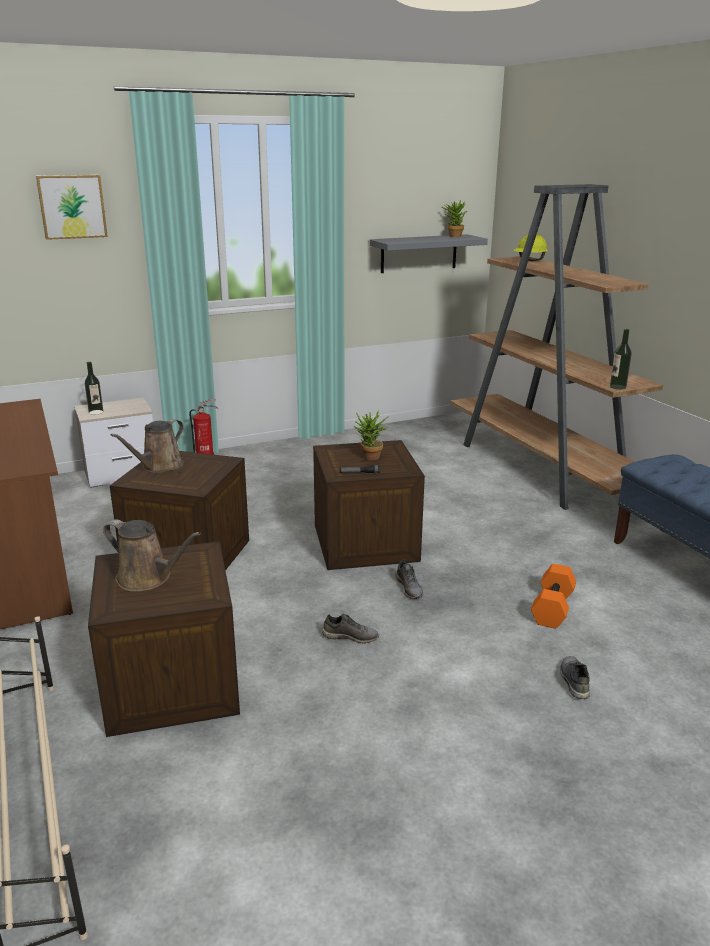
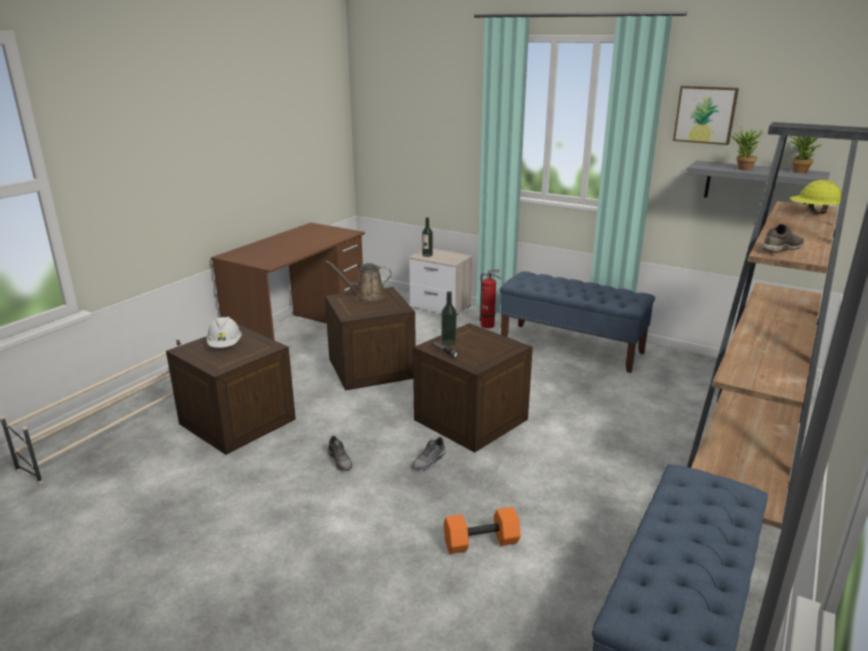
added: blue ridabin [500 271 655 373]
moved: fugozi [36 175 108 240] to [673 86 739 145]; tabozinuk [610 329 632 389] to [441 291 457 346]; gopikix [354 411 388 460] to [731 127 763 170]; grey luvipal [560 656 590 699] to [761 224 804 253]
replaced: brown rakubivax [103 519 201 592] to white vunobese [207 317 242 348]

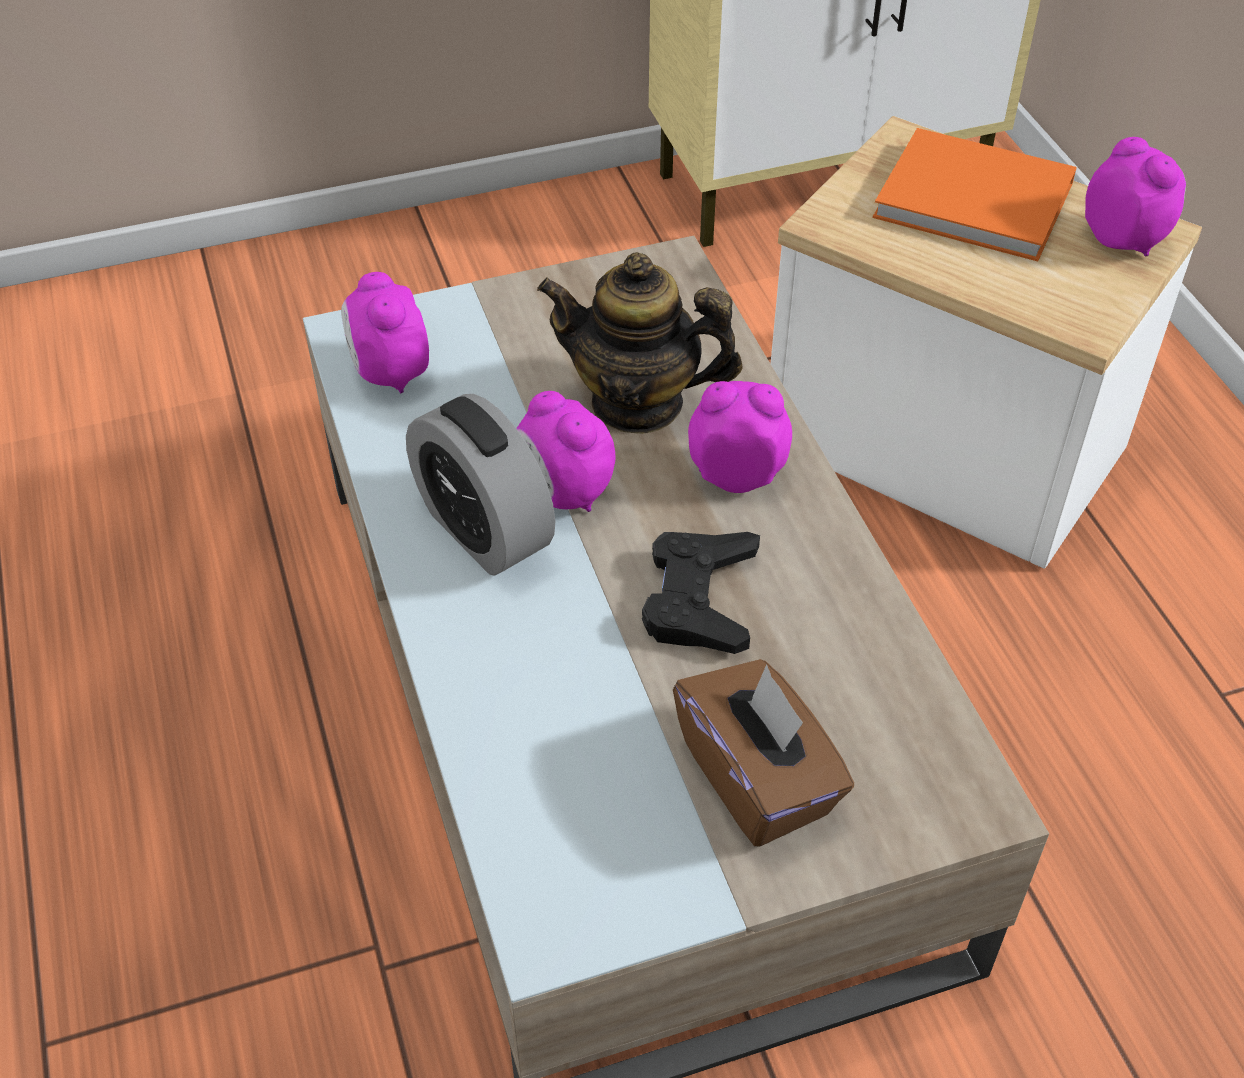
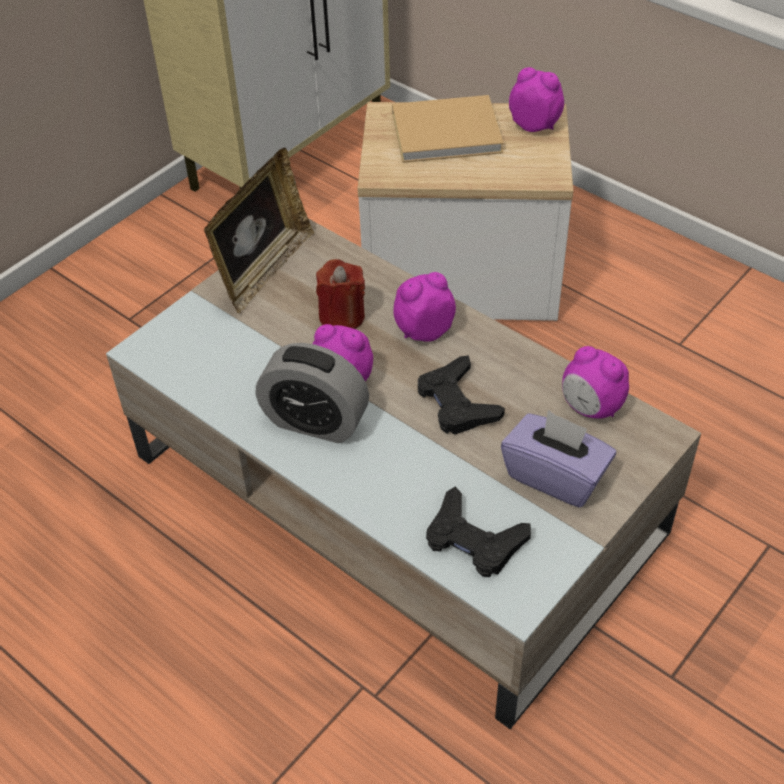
added: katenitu [204 148 314 313]; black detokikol [426 487 531 577]
moved: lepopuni [341 272 429 393] to [562 346 629 419]
replaced: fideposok [537 252 743 434] to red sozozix [316 259 365 329]
recoloured: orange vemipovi [873 128 1077 261] to beige vemipovi [392 95 504 163]; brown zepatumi [673 659 854 847] to purple zepatumi [501 410 616 508]

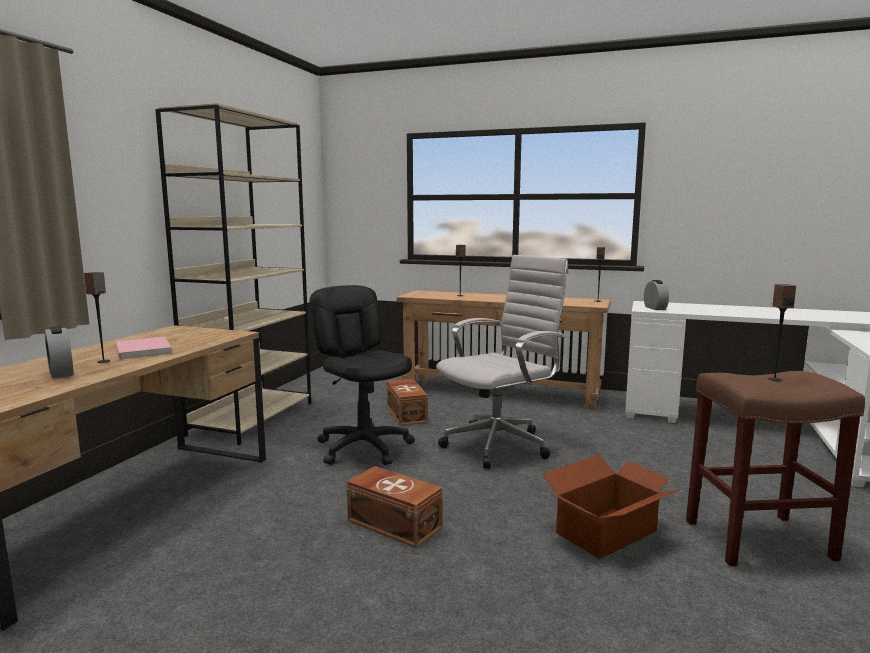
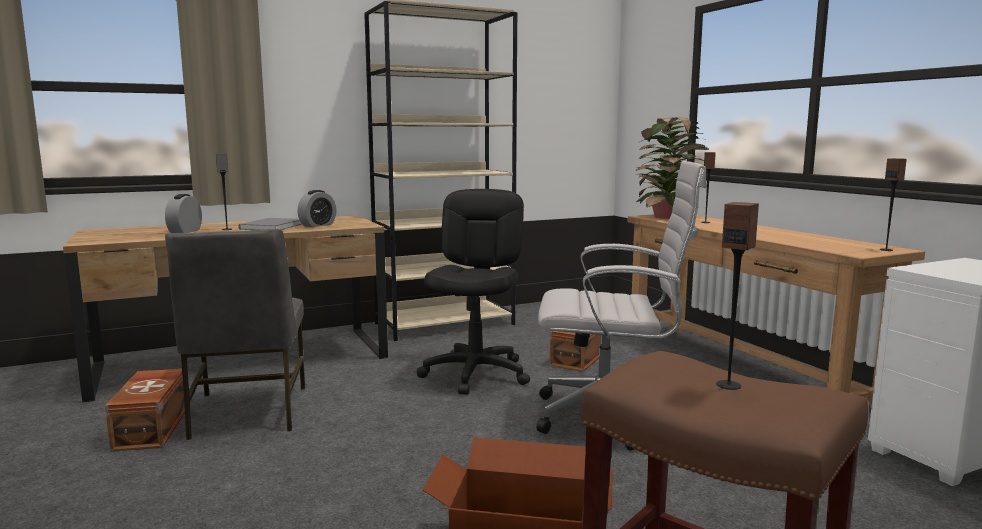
added: gopikix [635 117 710 219]; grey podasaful [165 229 305 440]
moved: lepopuni [644 280 669 310] to [297 190 337 227]; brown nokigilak [346 466 442 548] to [105 369 185 452]
recoloured: pink vemipovi [115 337 172 359] to grey vemipovi [238 218 302 230]

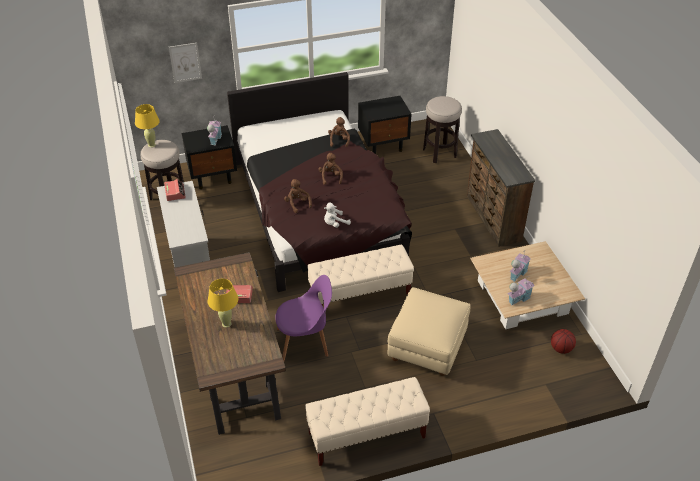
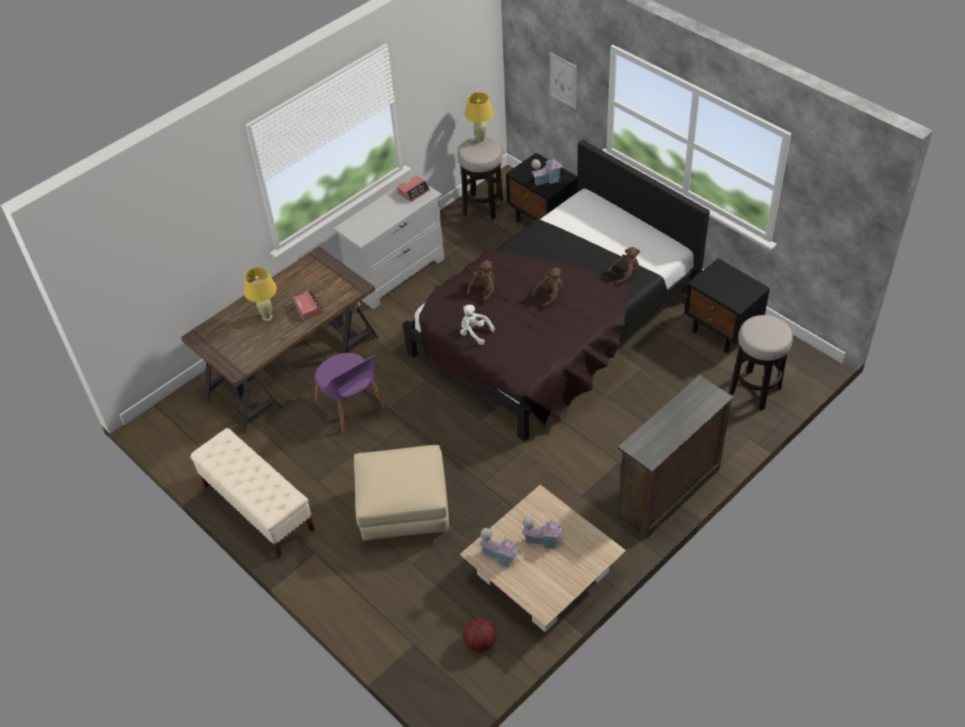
removed: beige ridabin [307 245 414 306]

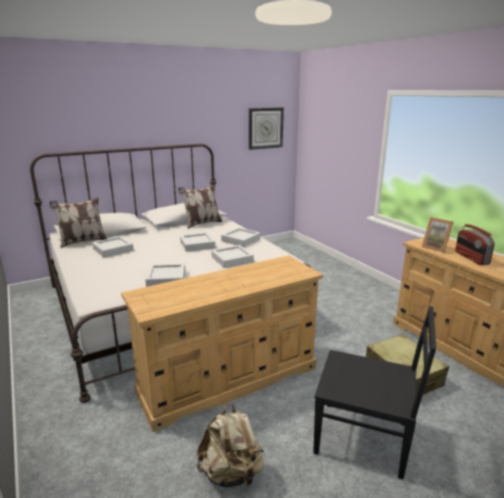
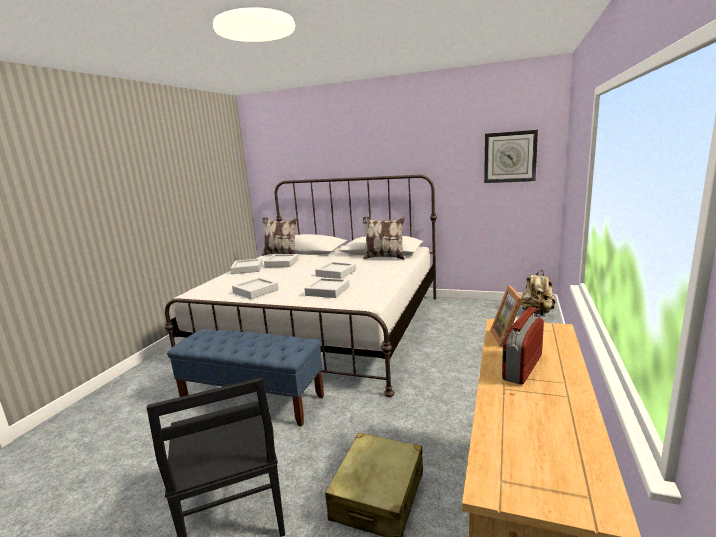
moved: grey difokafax [221 228 261 247] to [230 258 263 274]; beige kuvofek [197 403 264 488] to [521 270 555 315]
replaced: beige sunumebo [121 255 323 432] to blue ridabin [167 329 324 427]

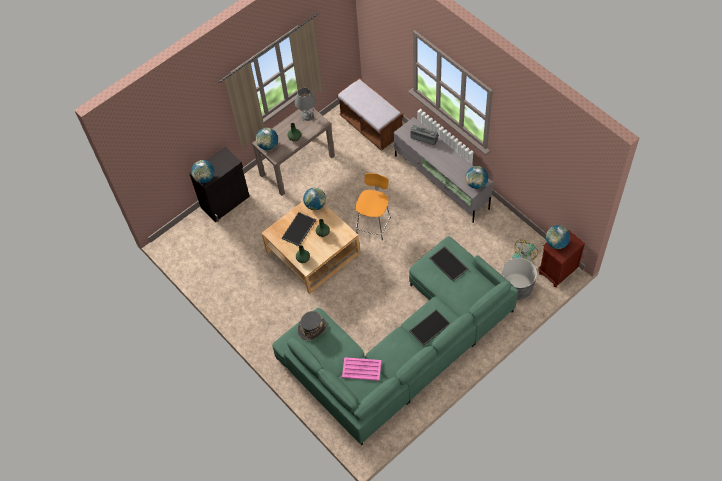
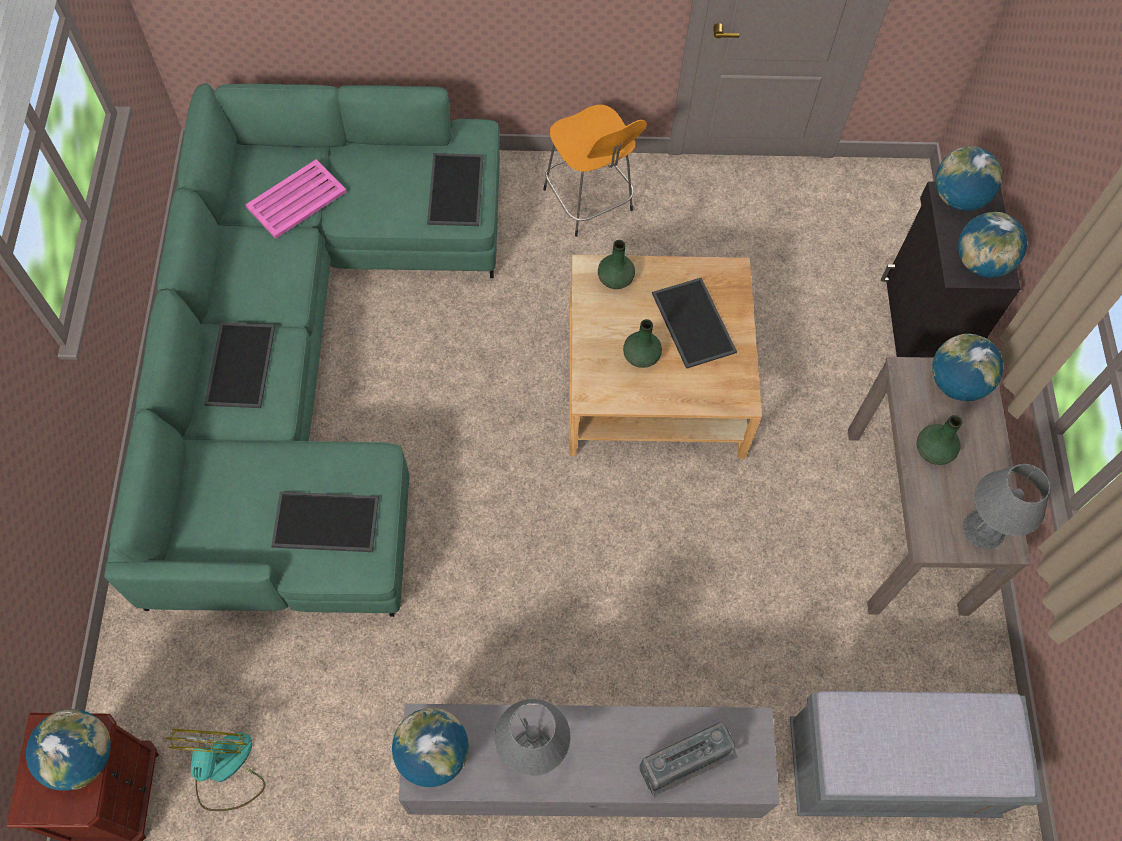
removed: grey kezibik [502 258 537 300]
added: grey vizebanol [495 699 570 776]
moved: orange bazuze [355 173 391 240] to [543 105 647 237]; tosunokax [303 188 326 210] to [958 212 1027 278]
replaced: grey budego [298 311 327 340] to difokafax [427 153 484 226]
recoloured: brown ridabin [337 78 403 151] to grey ridabin [790 691 1043 818]

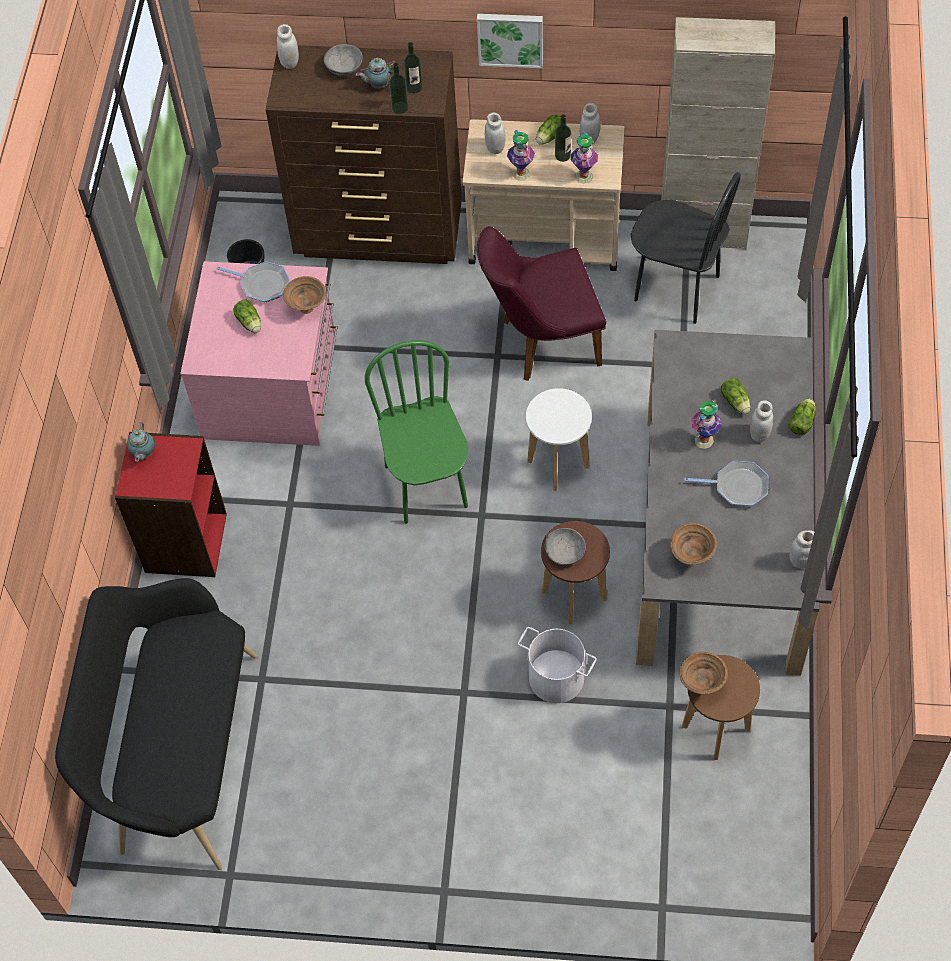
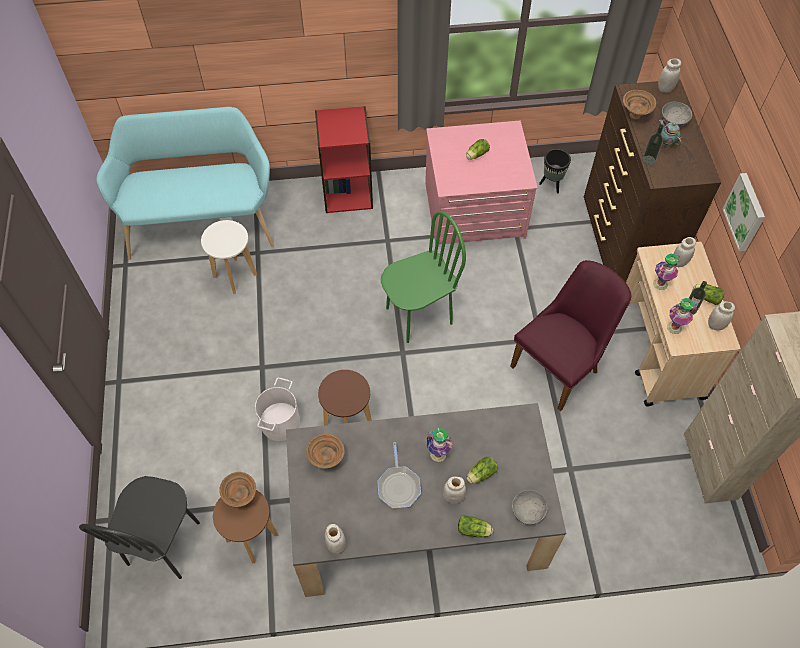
removed: tabozinuk [404 42 423 93]; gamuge [217 262 290 302]; fideposok [127 422 155 462]
moved: black podasaful [631 172 741 324] to [79 476 200 579]; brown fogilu [283 276 326 314] to [623 90 656 120]; white bazuze [526 388 592 491] to [201 220 257 294]; grey fogilu [544 528 586 565] to [512 490 548 525]
recoloured: black ridabin [55 578 257 870] to turquoise ridabin [96 107 274 260]
turned: purple podasaful [477 226 606 381] = [510 260 632 411] 75 degrees clockwise

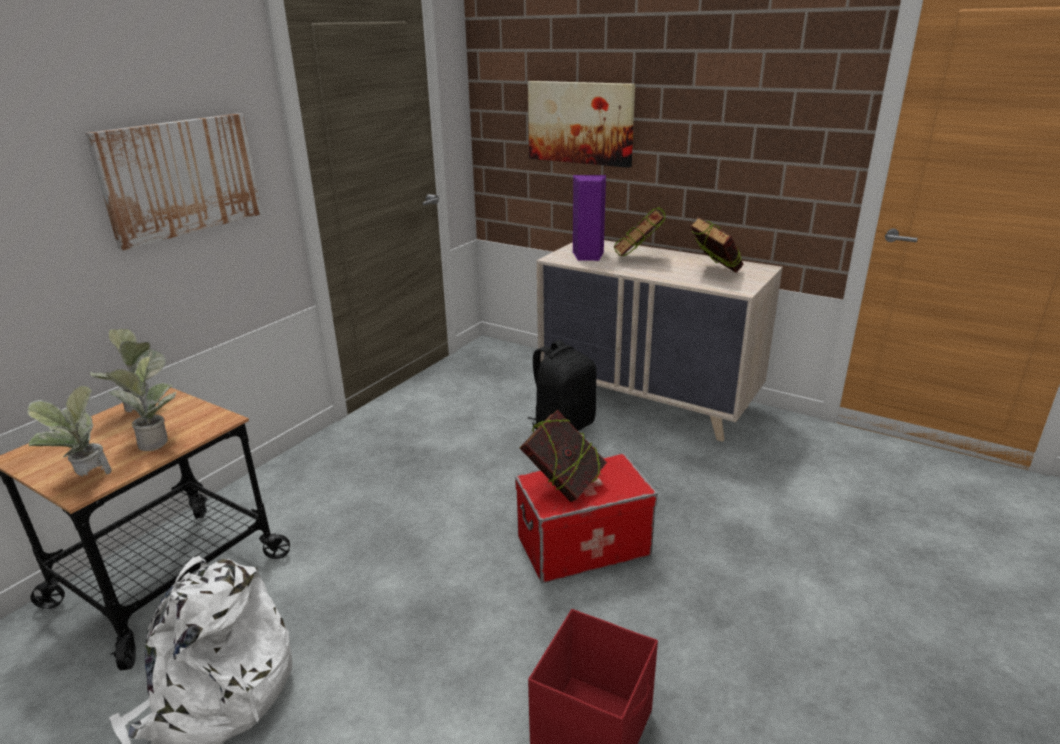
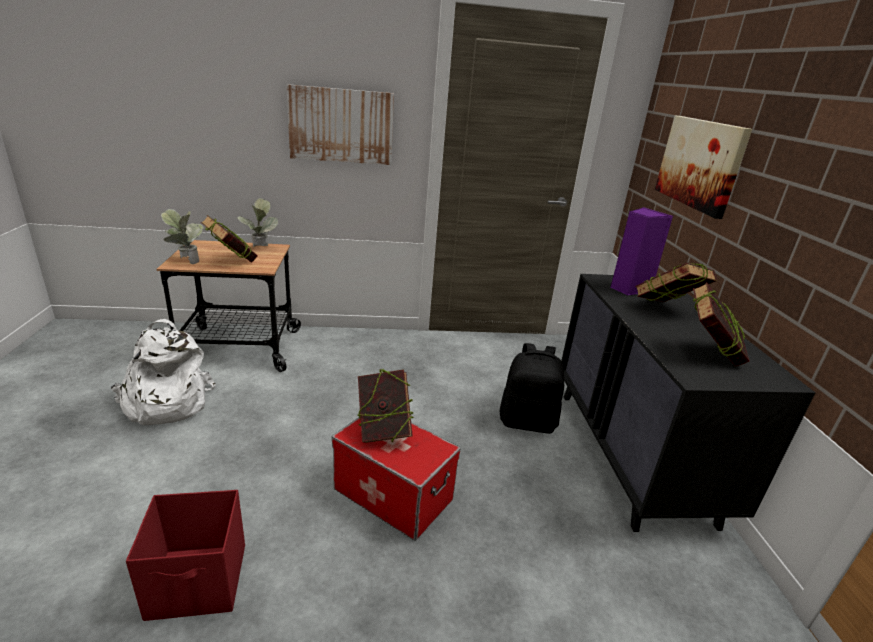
replaced: gopikix [104 355 177 451] to vemipovi [201 215 258 263]
recoloured: beige sunumebo [536 240 783 442] to black sunumebo [561 274 815 532]

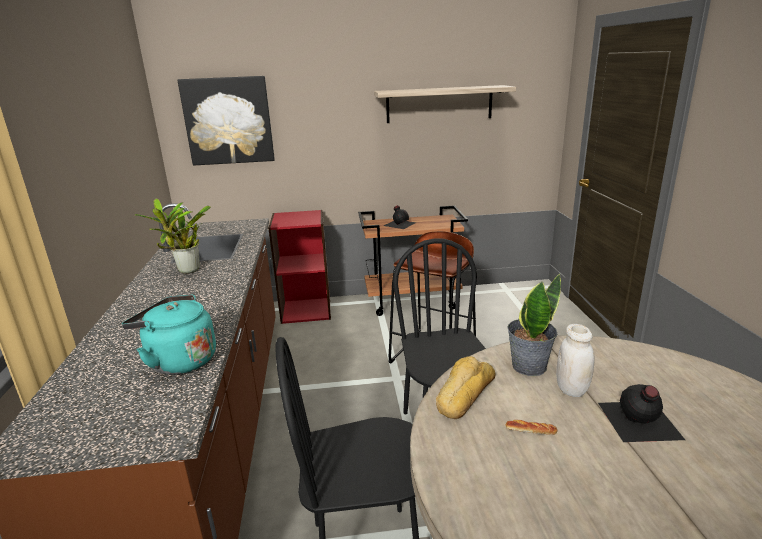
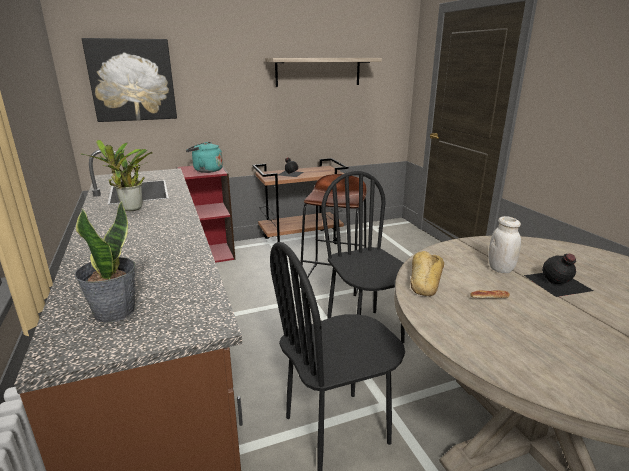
moved: gopikix [507 274 561 376] to [74 201 136 323]; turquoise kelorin [122 295 216 375] to [186 142 223 173]

